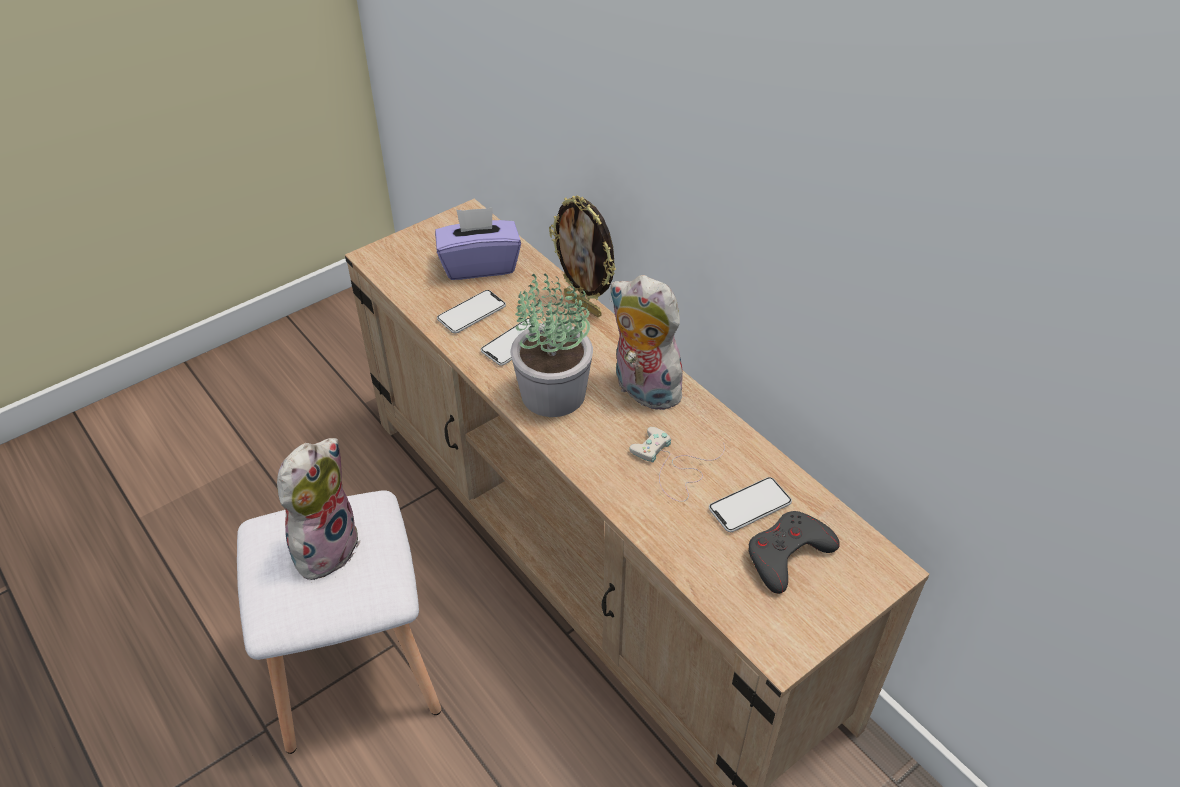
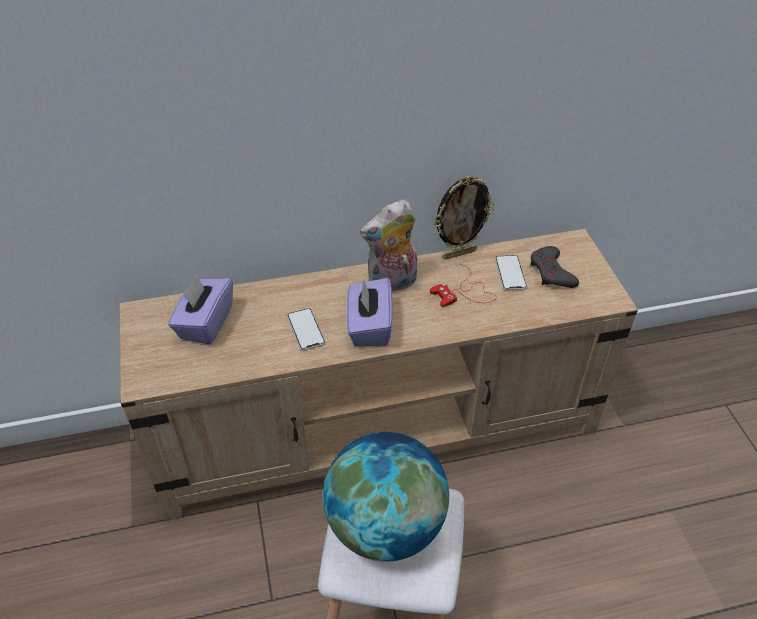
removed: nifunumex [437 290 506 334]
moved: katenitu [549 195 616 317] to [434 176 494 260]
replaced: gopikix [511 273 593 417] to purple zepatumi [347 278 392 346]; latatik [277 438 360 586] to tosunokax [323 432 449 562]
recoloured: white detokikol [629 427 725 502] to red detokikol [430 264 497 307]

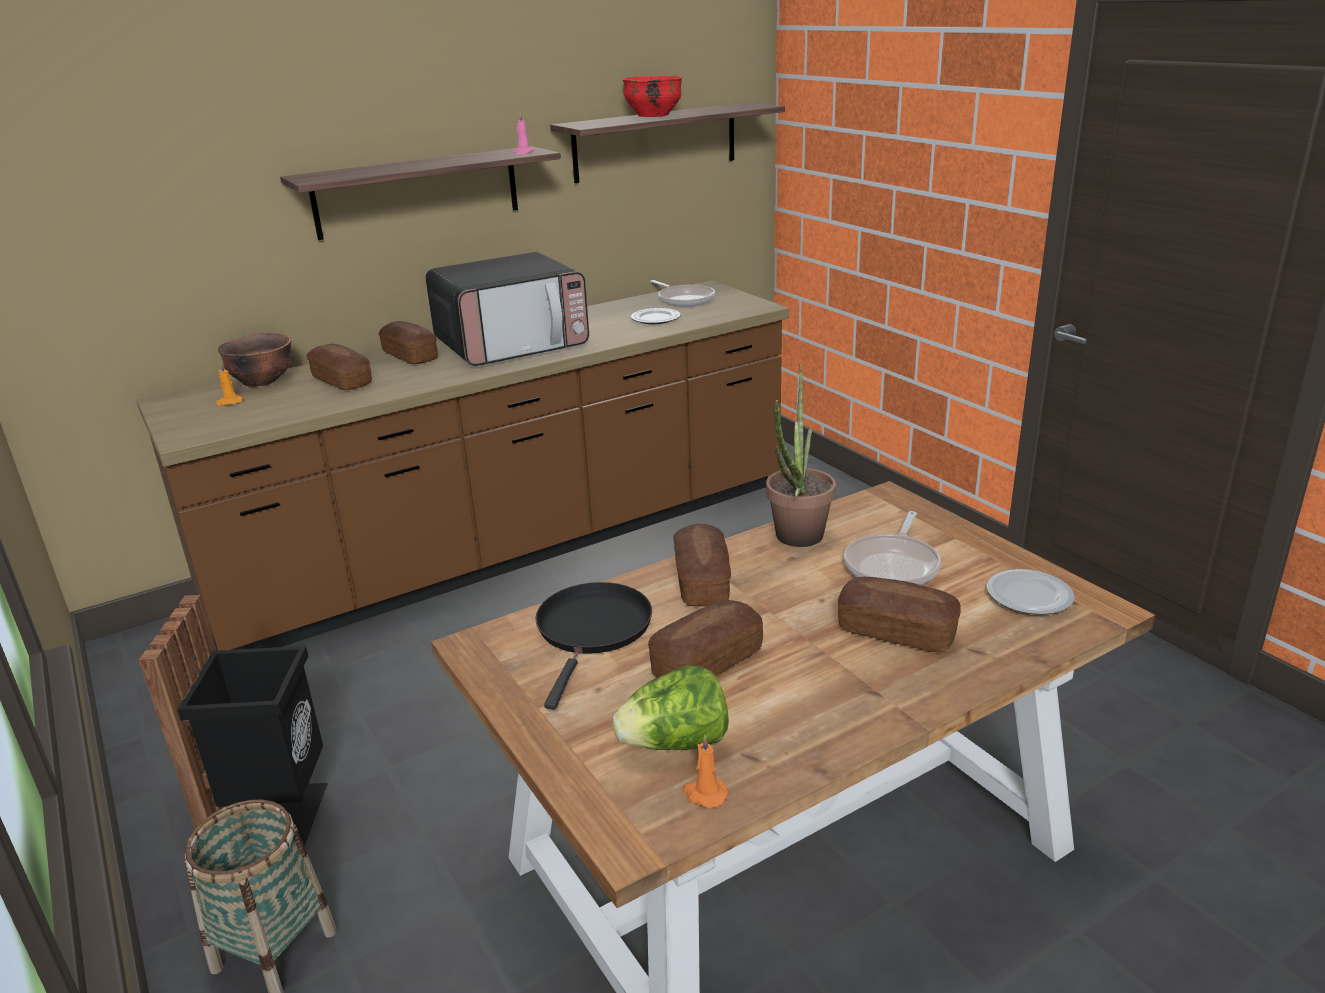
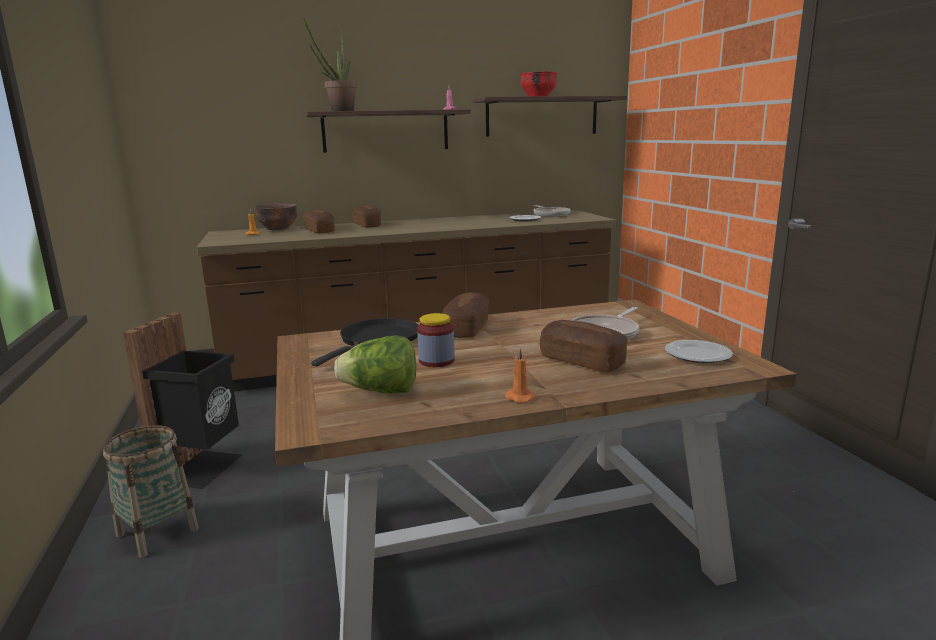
removed: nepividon [426 252 589 366]
moved: gopikix [766 364 836 547] to [303 17 357 111]; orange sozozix [683 735 729 808] to [505 348 535 403]
replaced: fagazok [648 600 763 678] to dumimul [417 313 455 367]

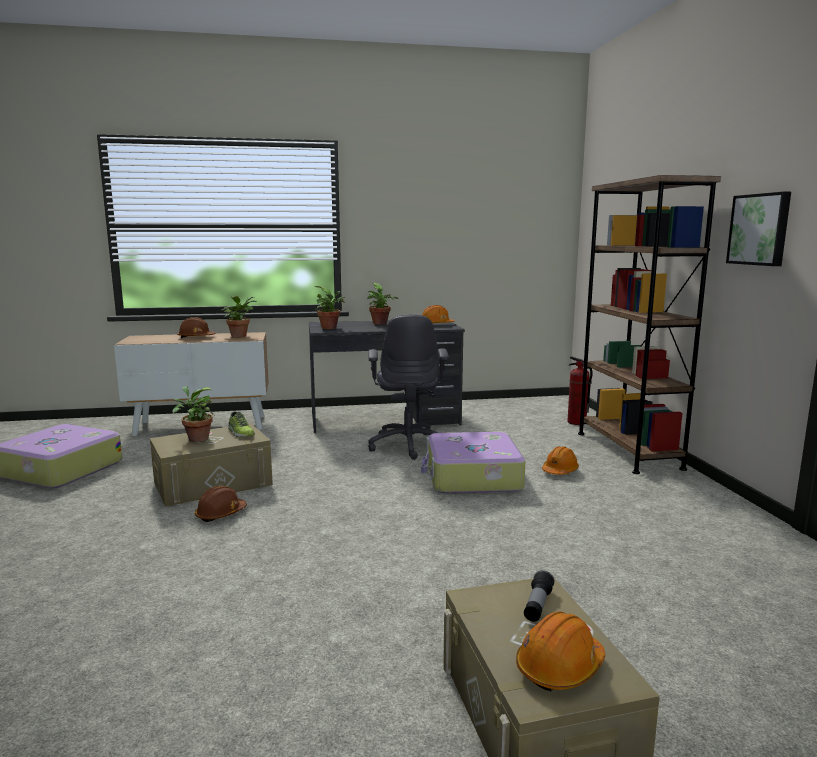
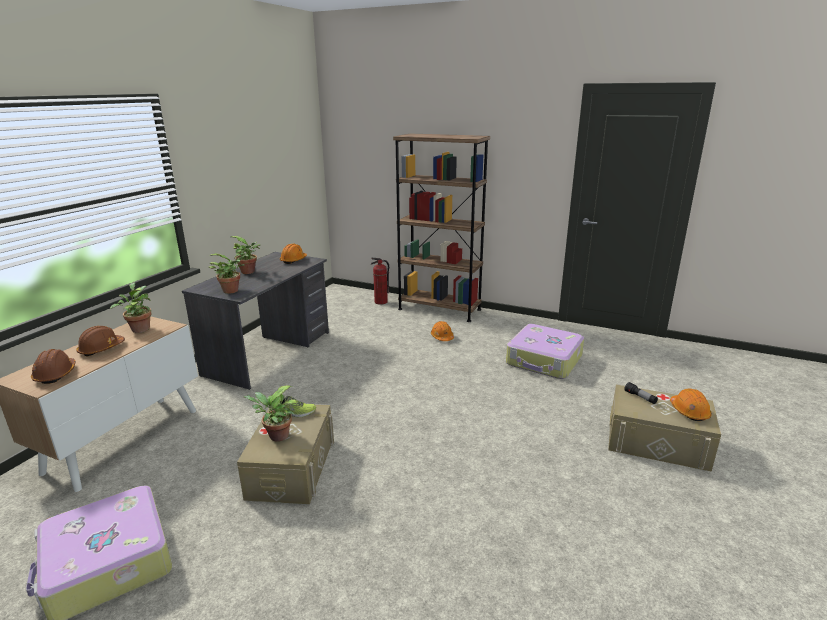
removed: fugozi [726 192 791 266]; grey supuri [368 314 449 460]
moved: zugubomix [421 432 525 494] to [506 324 584 379]; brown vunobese [195 486 247 522] to [31 349 76 384]

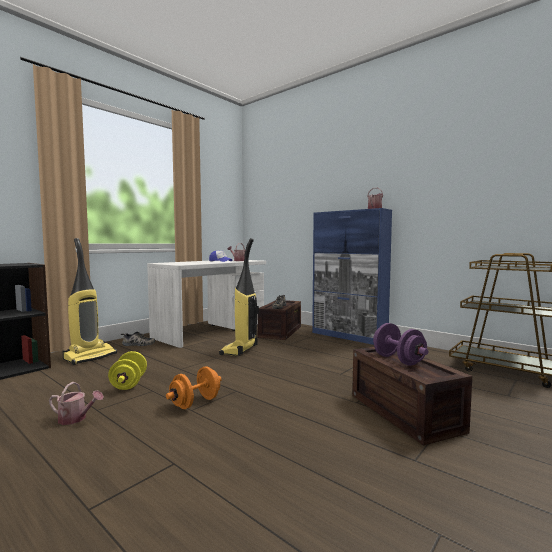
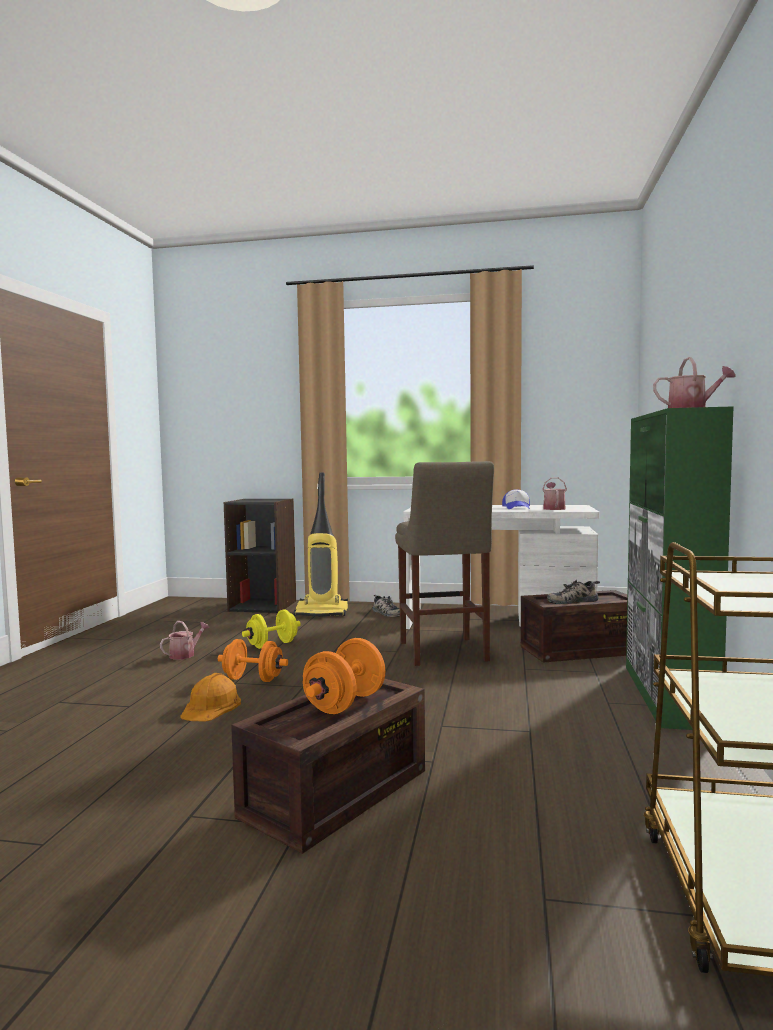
added: orange vunobese [180 673 241 721]
replaced: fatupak [219 238 259 356] to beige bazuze [395 461 494 666]
recoloured: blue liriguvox [312 208 392 345] to green liriguvox [626 406 734 730]; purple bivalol [373 323 428 366] to orange bivalol [303 638 386 714]
turned: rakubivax [49 382 104 425] = [160 621 210 660] 120 degrees counterclockwise

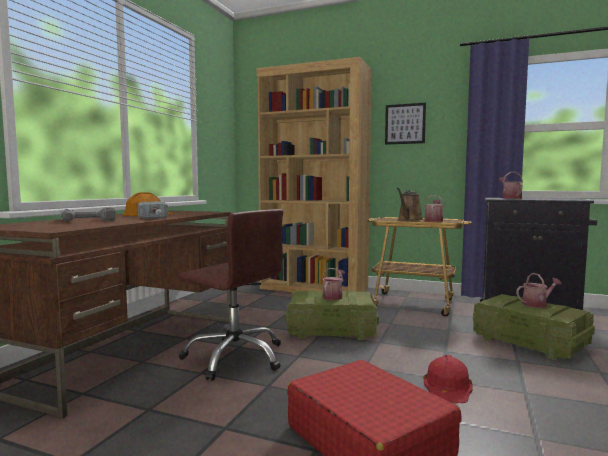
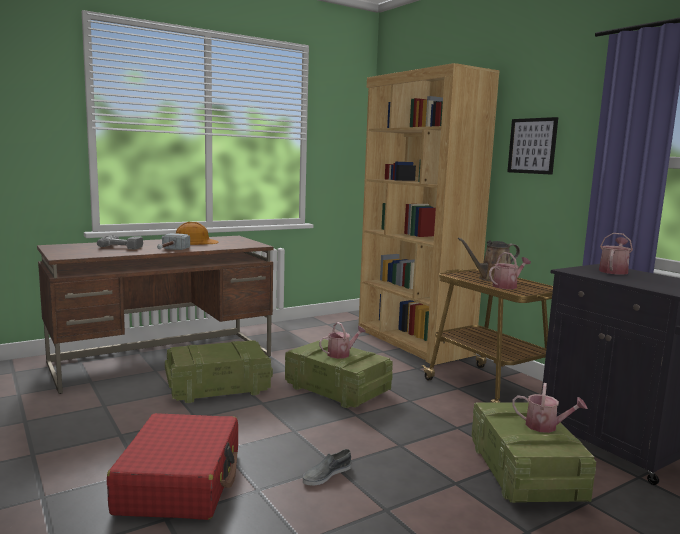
replaced: brown supuri [179 209 283 381] to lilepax [165 340 273 403]; red vunobese [424 355 473 403] to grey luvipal [303 449 351 486]

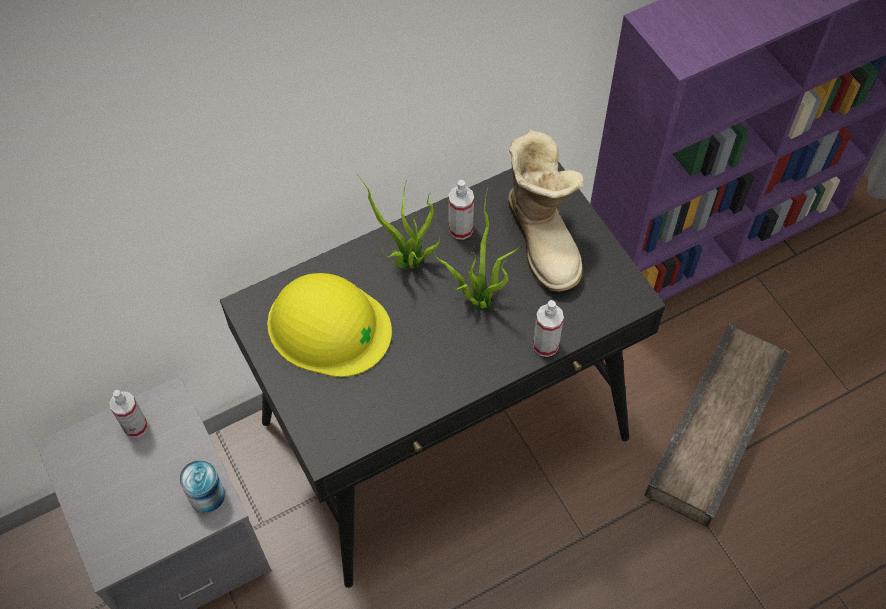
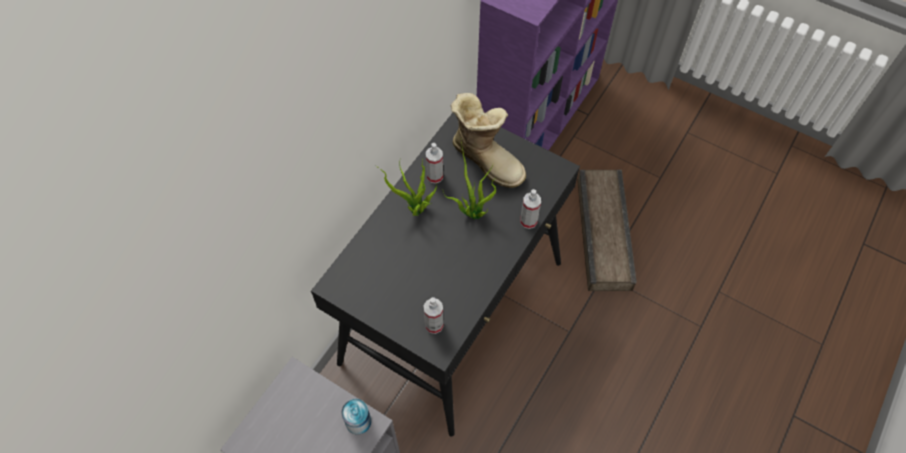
removed: yellow vunobese [267 273 392 377]
moved: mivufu [110 390 148 437] to [424 297 444 334]

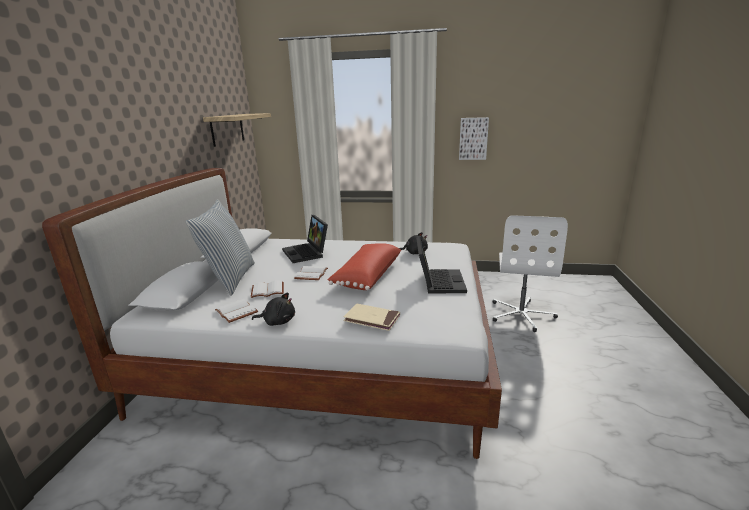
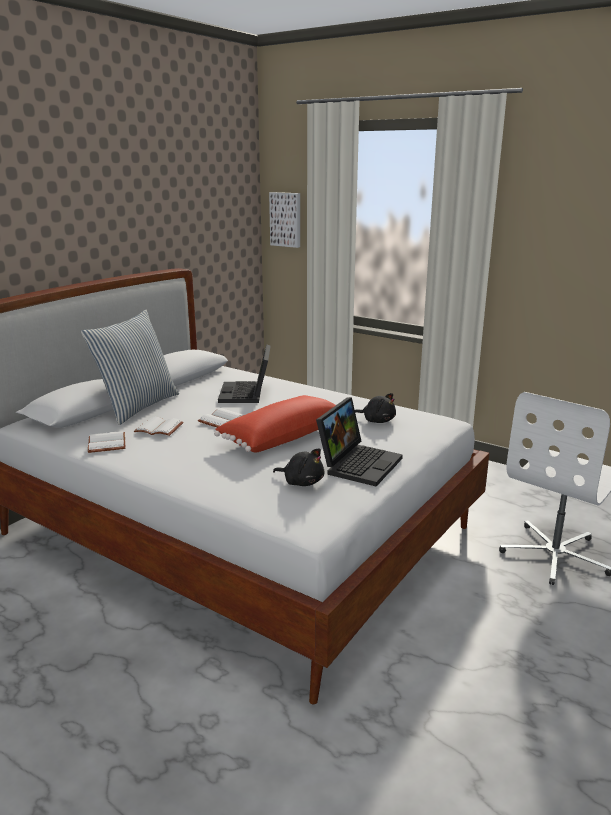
removed: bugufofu [203 113 271 147]; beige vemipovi [343 304 400 331]
moved: fugozi [459 117 489 160] to [269 192 300 248]; black latatik [252 293 295 326] to [273 448 324 486]

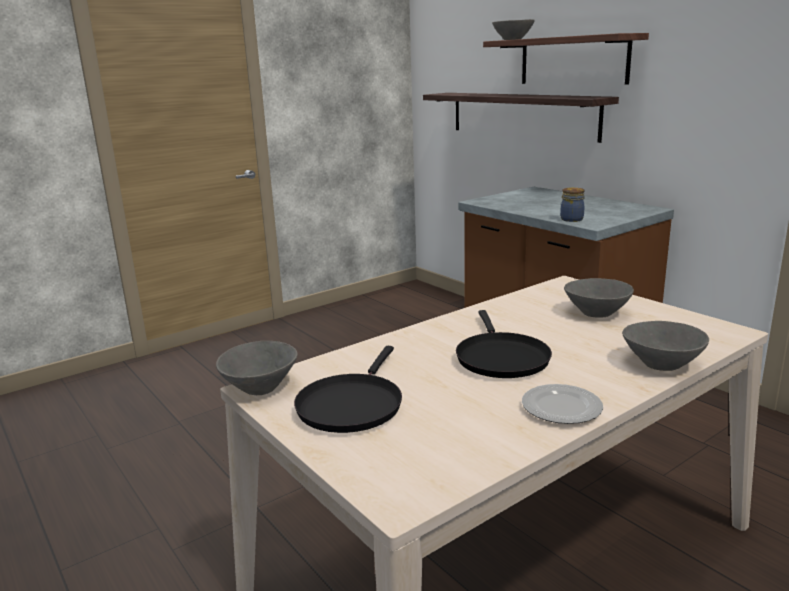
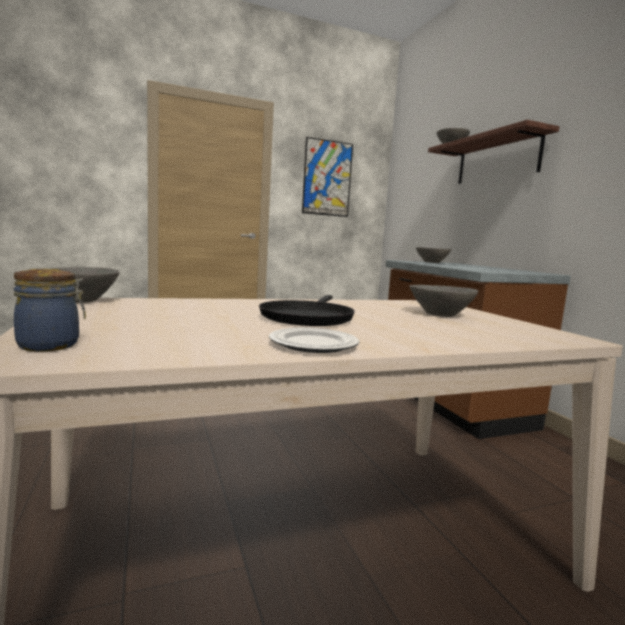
removed: bugufofu [423 93 619 143]; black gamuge [294 346 402 433]
added: fugozi [302 137 353 217]
moved: dumimul [560 187 585 222] to [14 269 86 351]; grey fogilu [622 321 709 371] to [416 247 451 263]

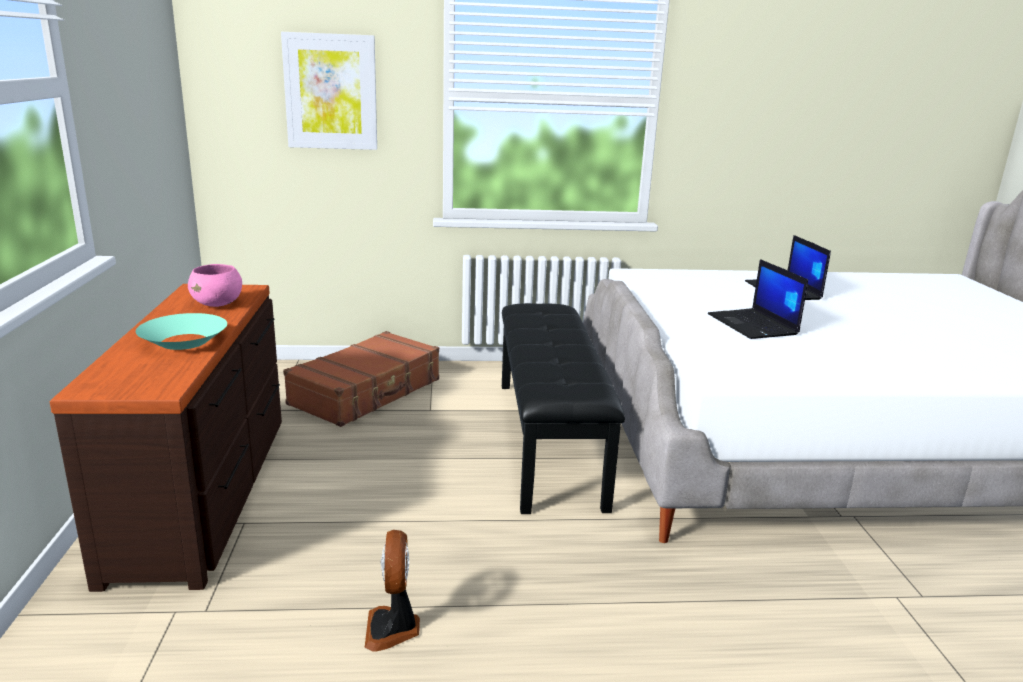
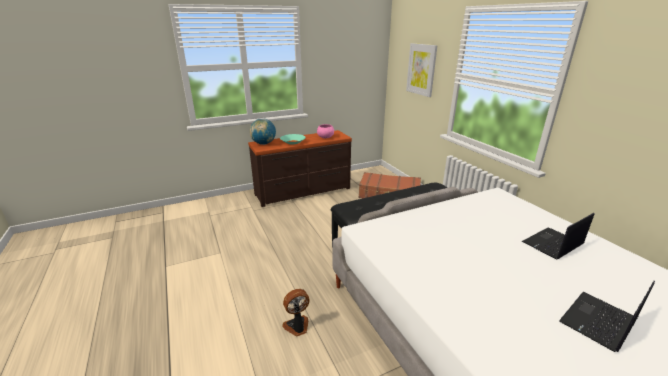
added: tosunokax [250 118 276 145]
moved: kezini [708 259 808 339] to [559 281 655 352]; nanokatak [364 530 420 652] to [282 289 309 337]

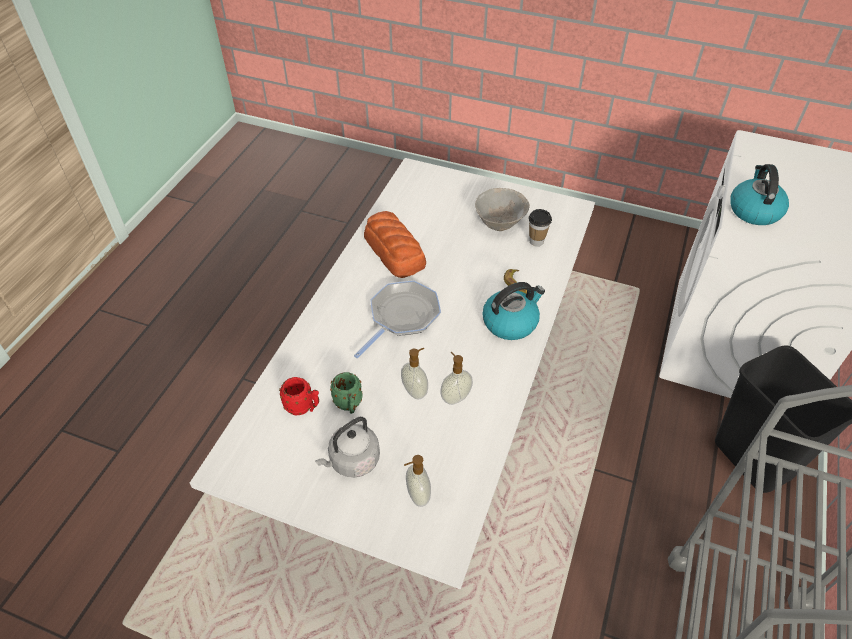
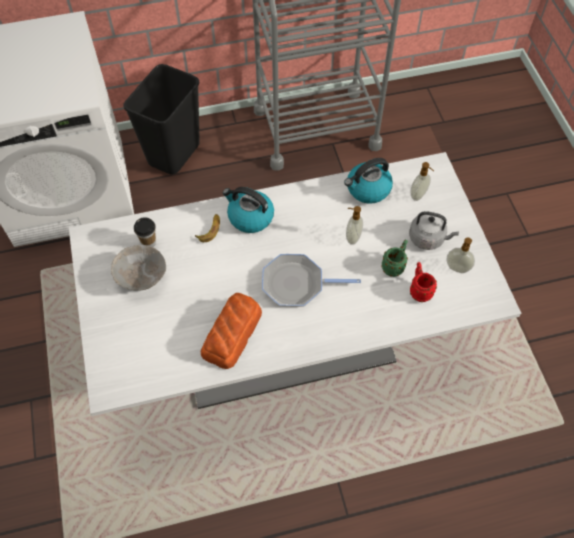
moved: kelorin [730 164 789 225] to [344 158 393 204]; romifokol [440 352 473 405] to [446 237 475 273]

